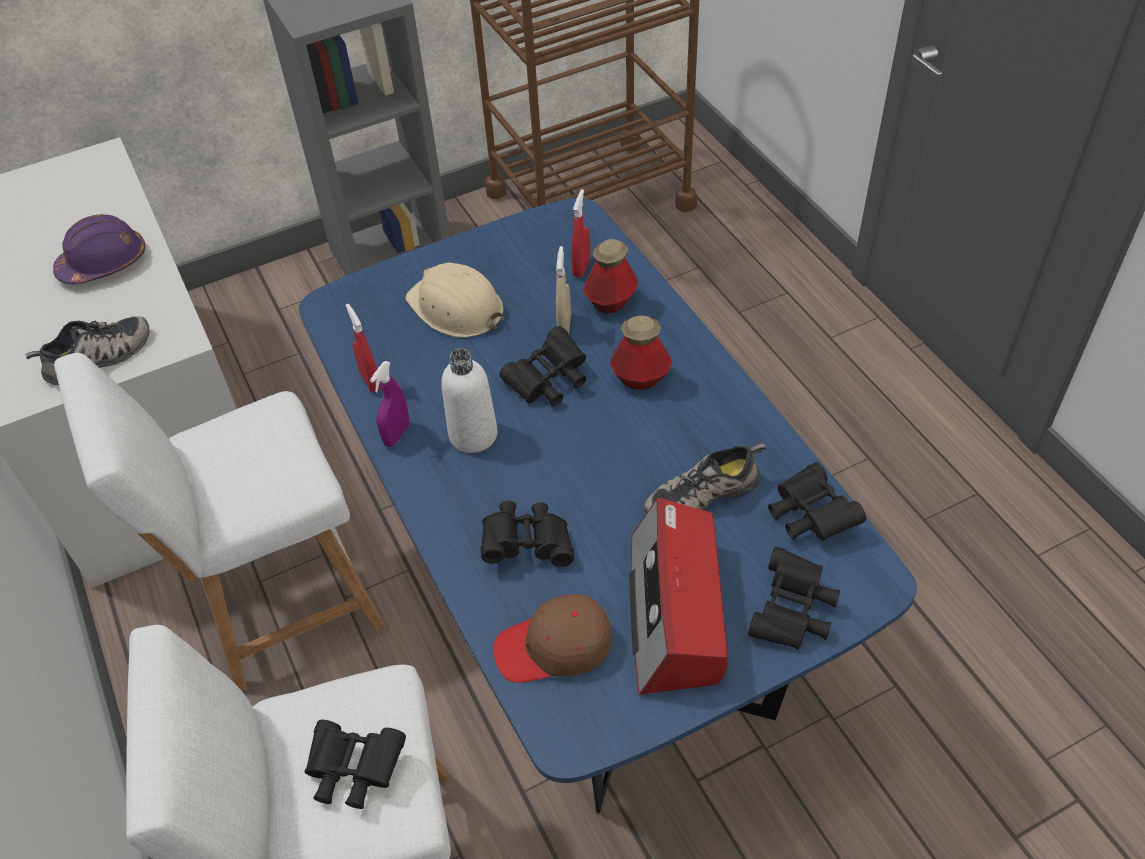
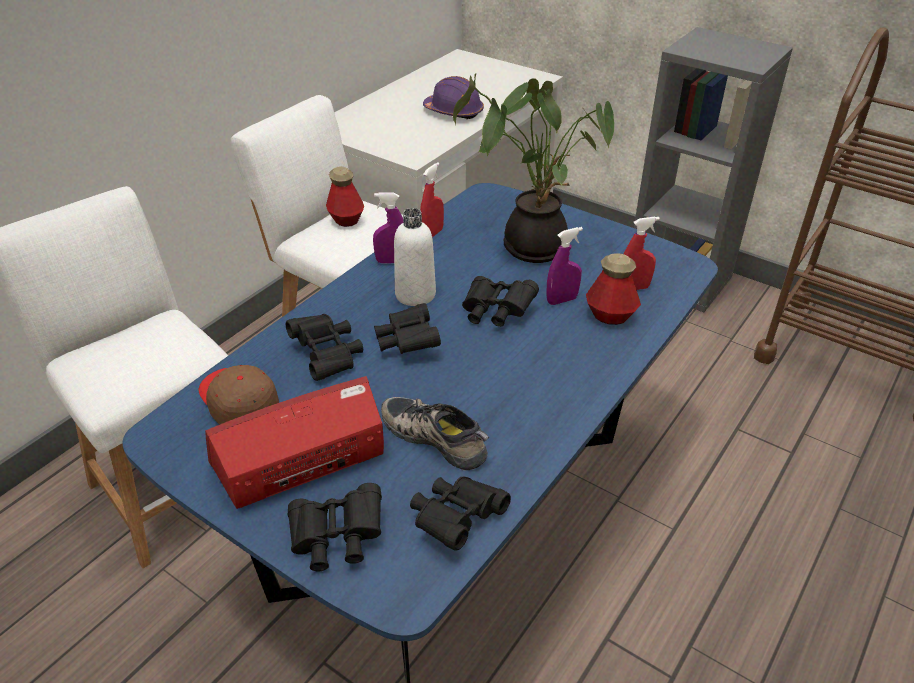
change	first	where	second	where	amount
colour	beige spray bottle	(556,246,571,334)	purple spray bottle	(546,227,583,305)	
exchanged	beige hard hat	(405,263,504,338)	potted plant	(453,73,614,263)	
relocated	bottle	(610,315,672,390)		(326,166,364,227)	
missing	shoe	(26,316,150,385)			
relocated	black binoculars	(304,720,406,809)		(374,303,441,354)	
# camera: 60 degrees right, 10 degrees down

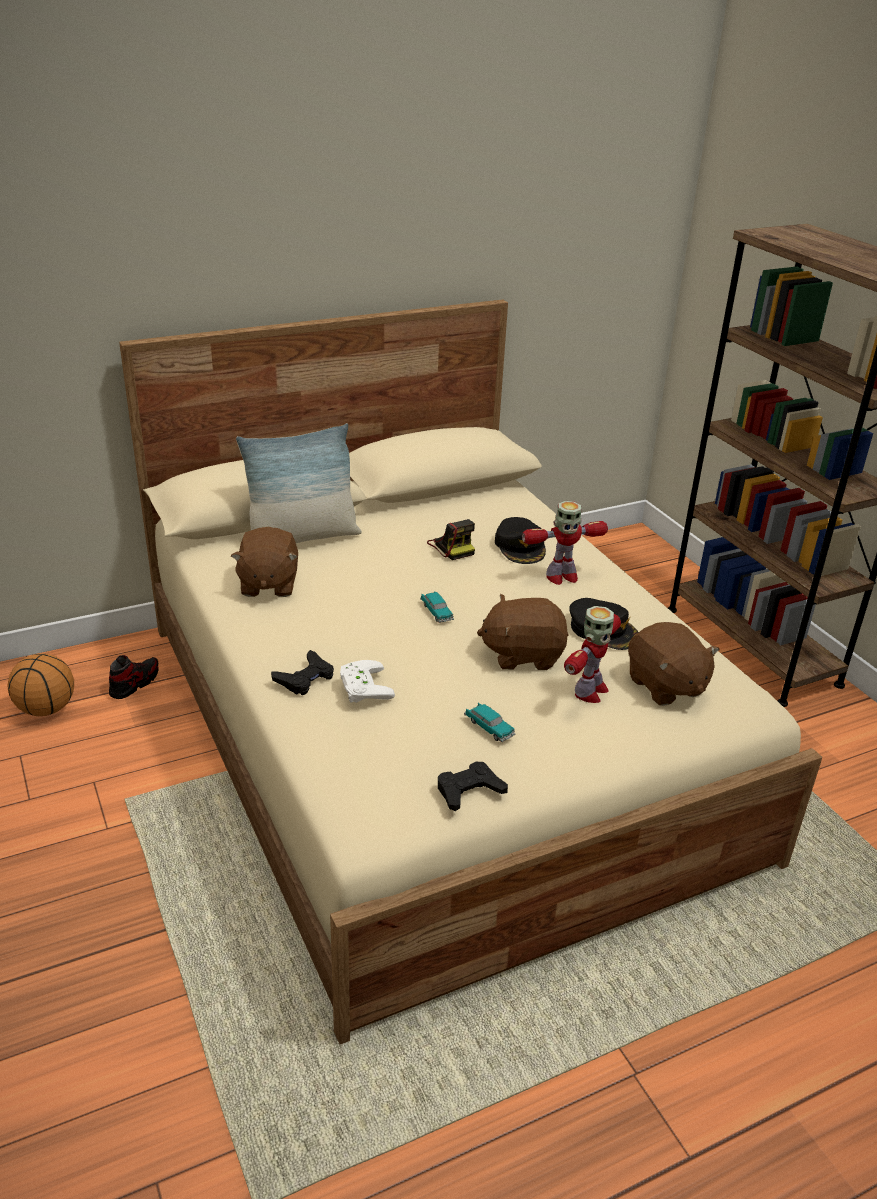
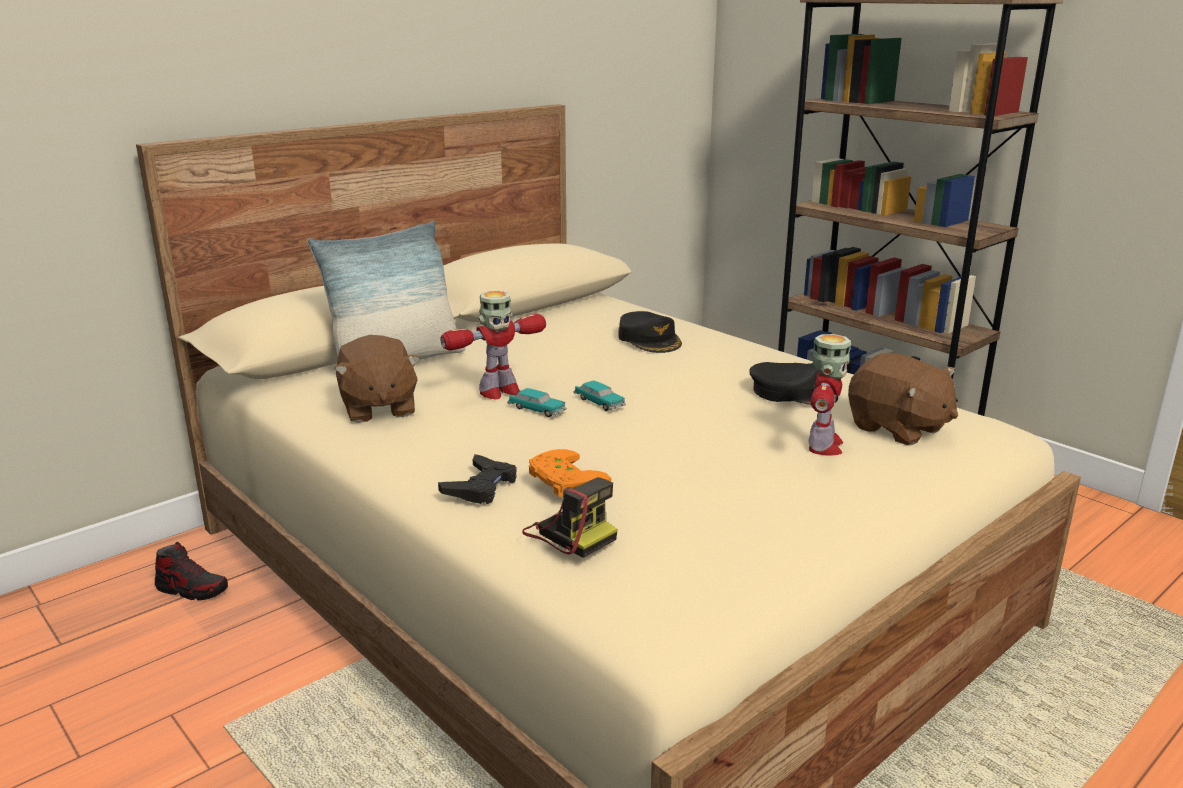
change	first	where	second	where	amount
relocated	toy robot	(522,501,608,585)		(441,291,546,399)	
relocated	photo camera	(427,519,475,560)		(522,477,618,558)	
missing	brown plush toy	(477,594,568,670)			
missing	basketball	(7,654,74,716)			
spun	shoe	(109,655,158,699)		(155,542,228,600)	90 degrees clockwise
colour	white game controller	(340,660,395,703)	orange game controller	(529,449,612,497)	
relocated	toy car	(464,703,516,742)		(507,388,567,417)	
missing	black game controller	(438,762,508,811)			
# camera: 15 degrees left, 10 degrees down

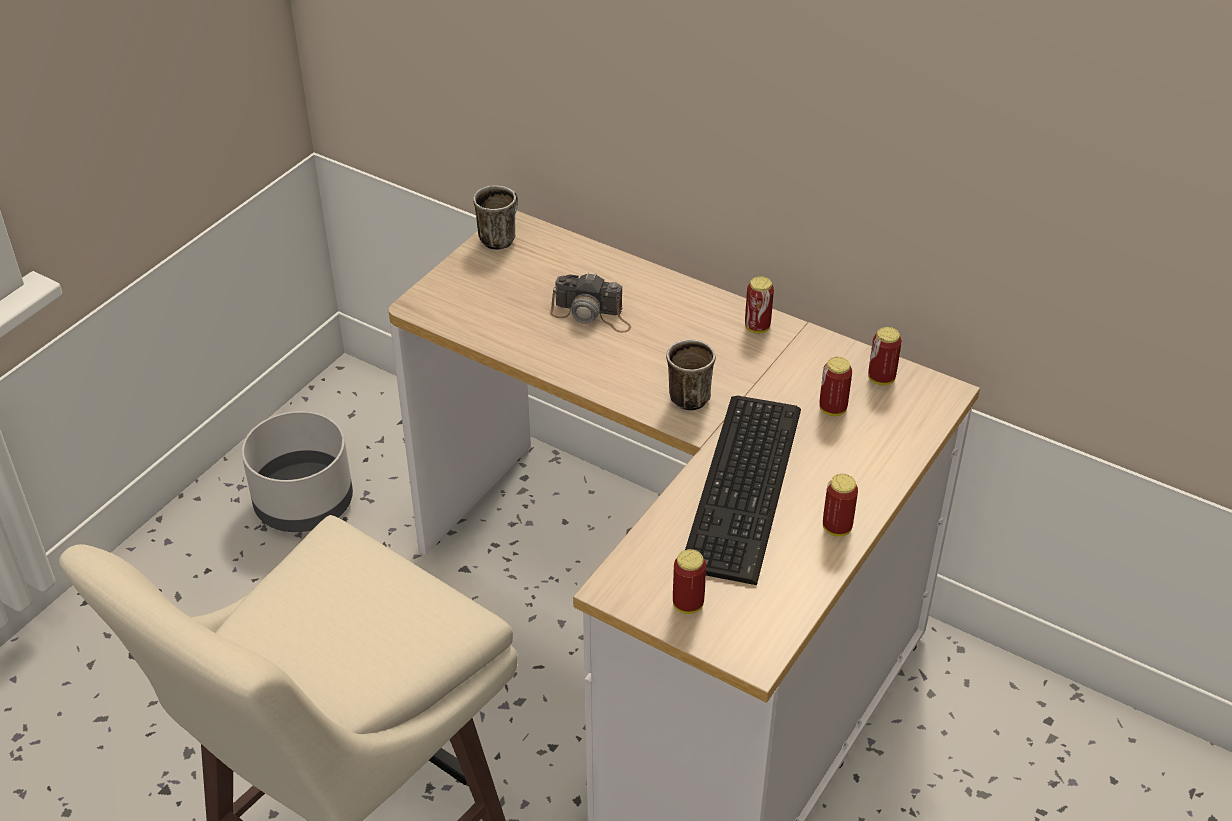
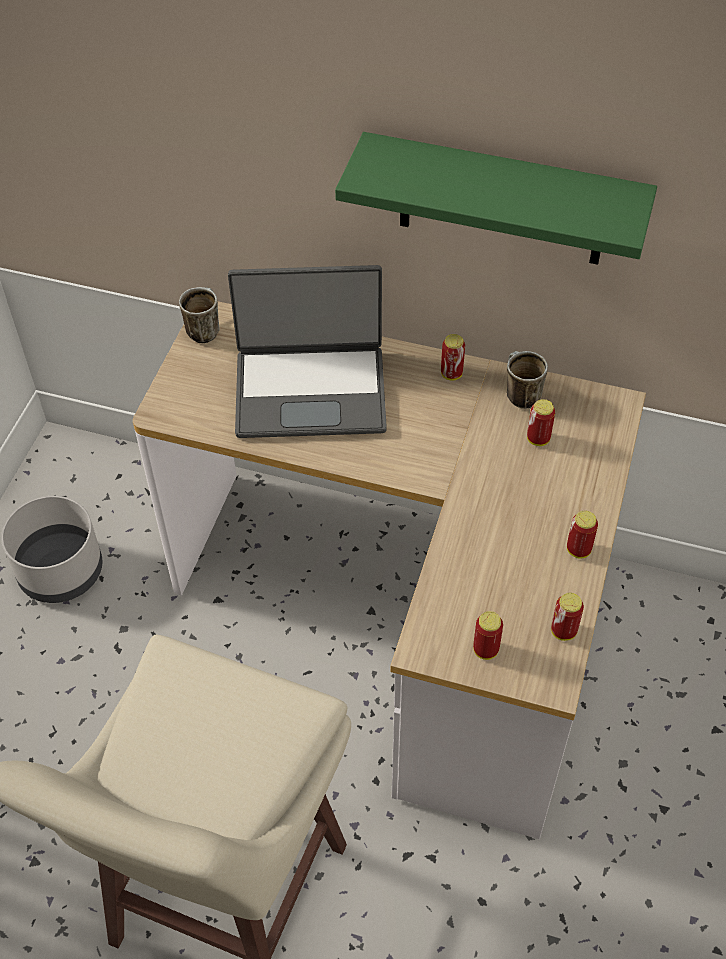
change	first	where	second	where	amount
exchanged	photo camera	(550,272,631,333)	laptop	(228,265,387,438)	
relocated	can	(868,327,902,385)		(551,593,584,641)	
relocated	mug	(666,339,716,411)		(507,351,548,409)	
missing	keyboard	(685,396,801,585)			
appeared			green shelf	(335,132,657,265)	
# camera: 15 degrees left, 10 degrees up

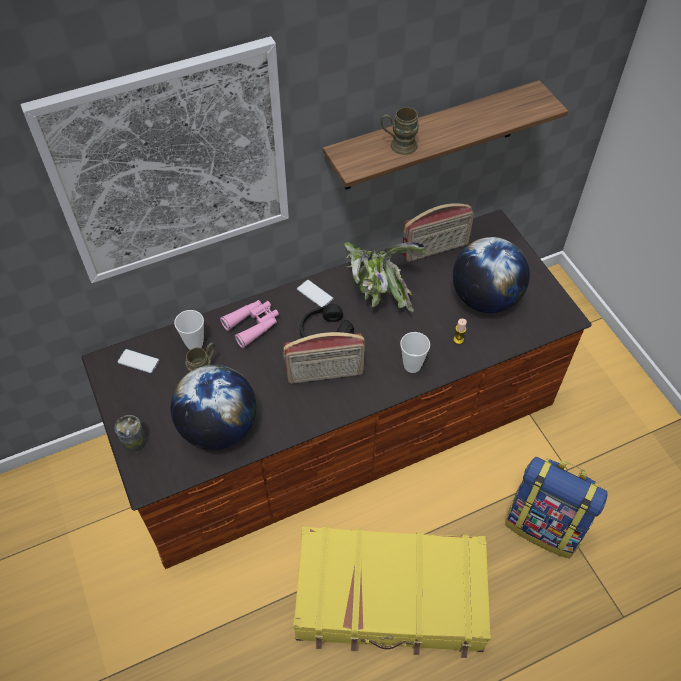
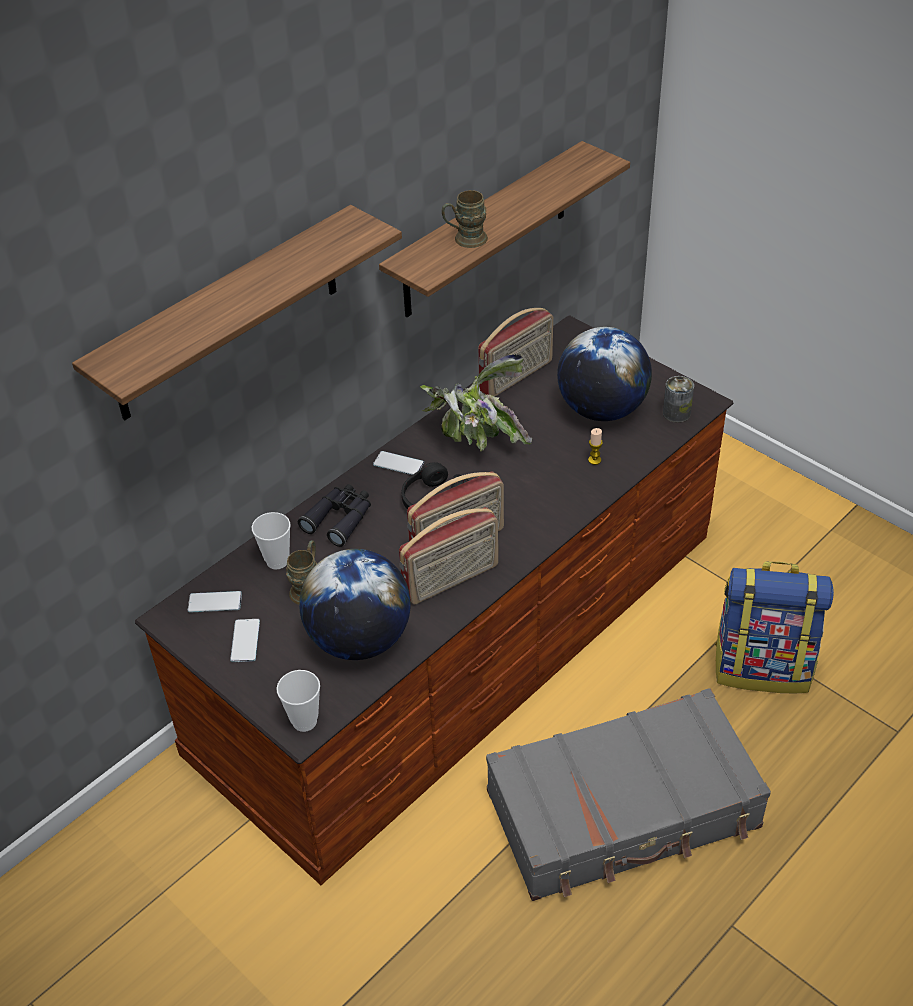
change	first	where	second	where	amount
exchanged	picture	(21,36,289,283)	shelf	(72,205,402,420)	
colour	pink binoculars	(220,300,279,348)	black binoculars	(298,484,371,547)	
relocated	cup	(400,332,430,373)		(276,670,320,732)	
relocated	can	(115,415,147,453)		(663,376,694,423)	
colour	yellow suitcase	(293,526,491,658)	grey suitcase	(486,688,771,901)	
appeared			radio	(399,507,498,604)	
appeared			phone	(230,619,260,662)	
# camera: 20 degrees left, 10 degrees down

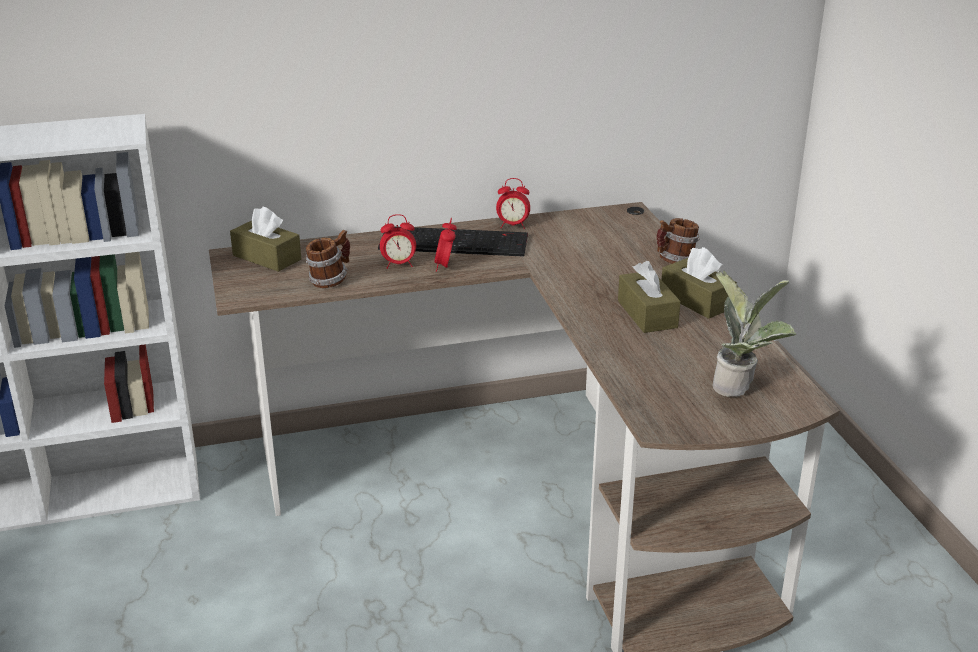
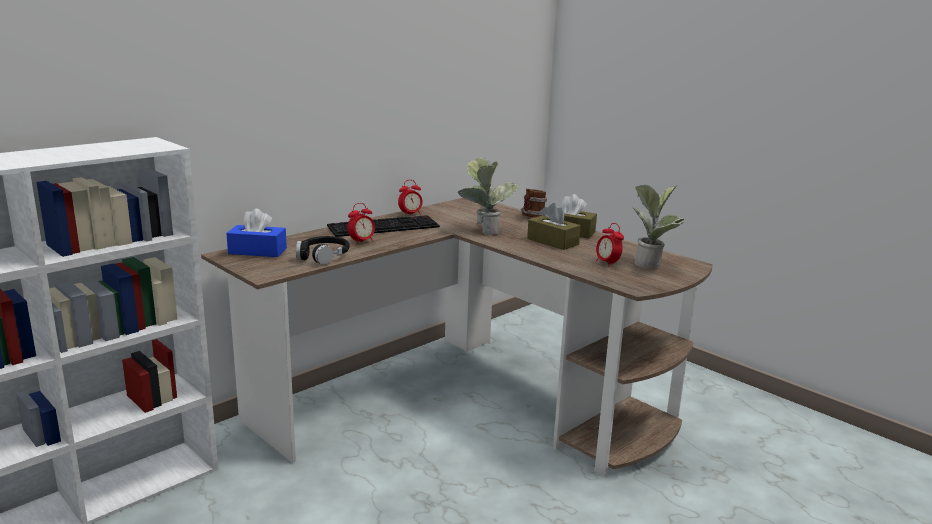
change	first	where	second	where	amount
colour	brown tissue box	(230,207,301,272)	blue tissue box	(226,209,287,257)	
relocated	alarm clock	(434,218,457,272)		(596,223,624,267)	
exchanged	mug	(306,230,350,288)	black headphones	(296,236,350,265)	
appeared			potted plant	(458,157,518,235)	
# camera: 30 degrees left, 10 degrees down

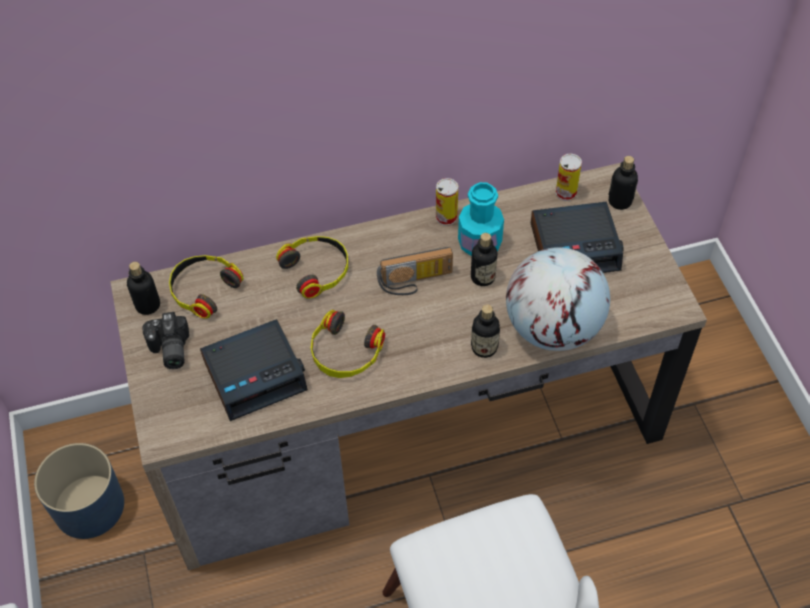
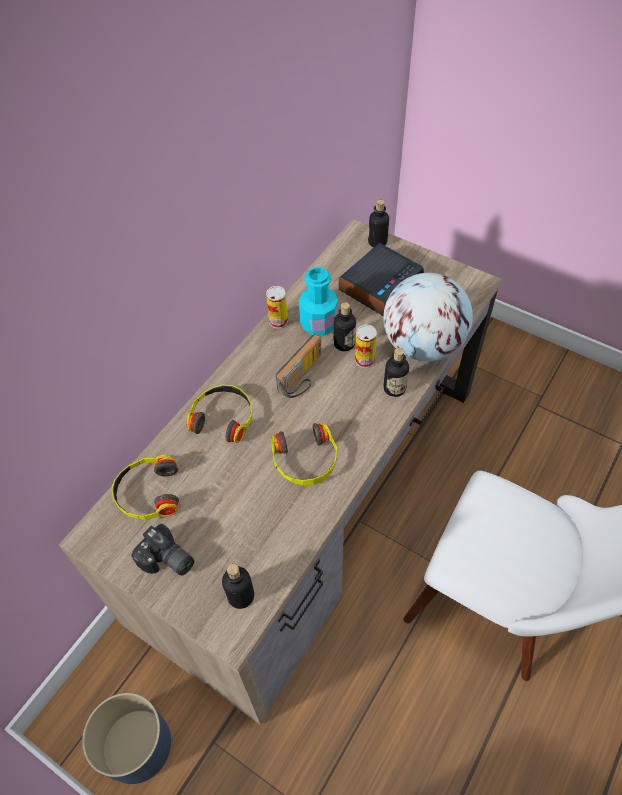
change	first	where	second	where	amount
relocated	can	(556,154,582,201)		(355,324,377,368)	
relocated	bottle	(127,262,160,315)		(222,564,254,609)	
missing	alarm clock	(200,319,308,421)			
# camera: 40 degrees left, 0 degrees up

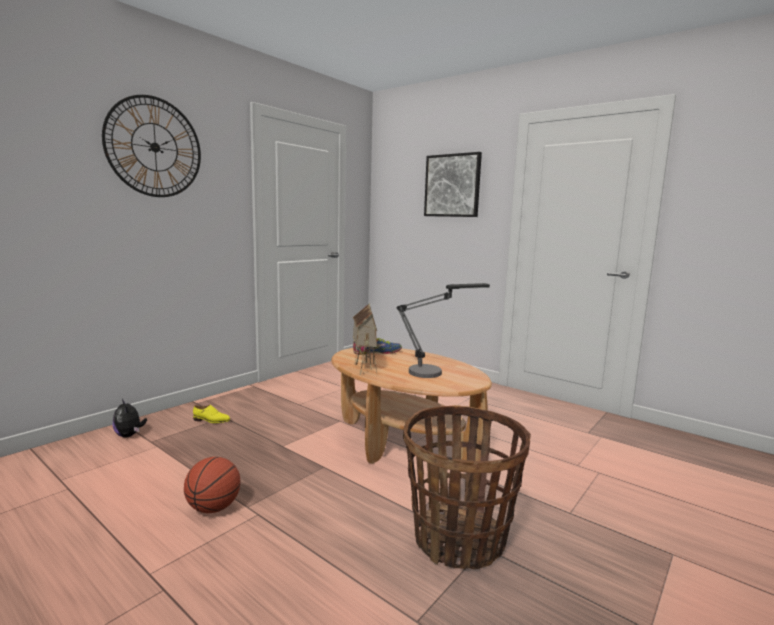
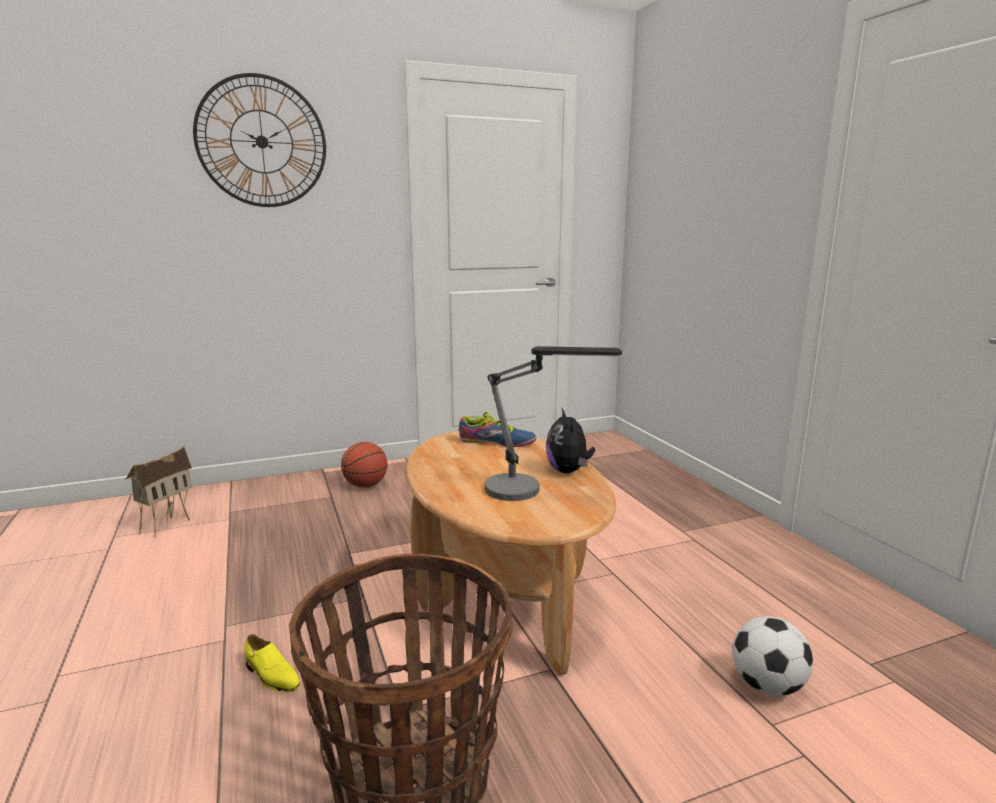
change	first	where	second	where	amount
missing	picture	(424,152,482,217)			
relocated	toy house	(353,303,377,375)		(126,446,192,538)	
relocated	plush toy	(113,399,147,438)		(546,409,595,473)	
relocated	yellow shoe	(193,405,230,423)		(244,634,300,692)	
relocated	basketball	(184,457,241,513)		(341,442,388,488)	
appeared			football	(732,616,813,696)	
# camera: 30 degrees right, 5 degrees up

